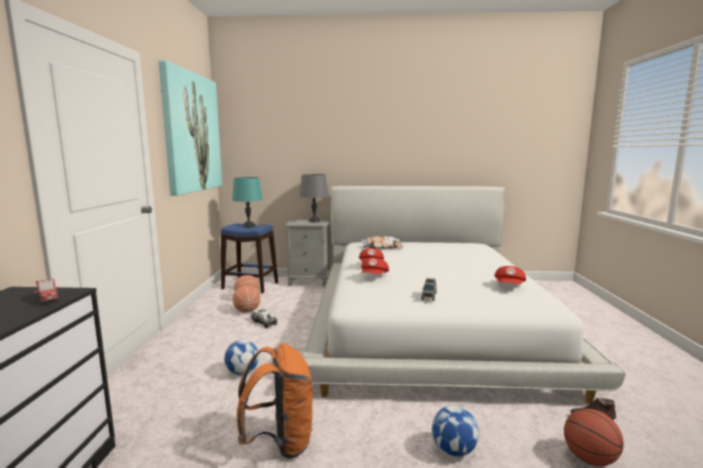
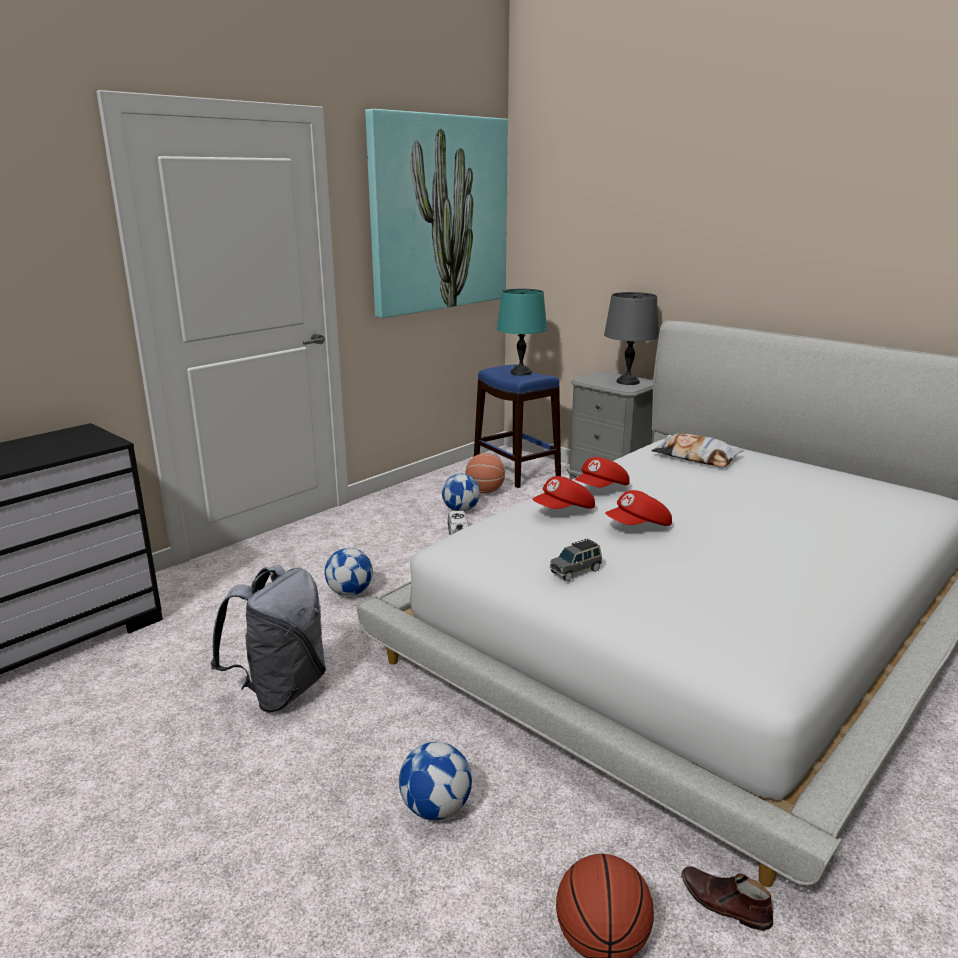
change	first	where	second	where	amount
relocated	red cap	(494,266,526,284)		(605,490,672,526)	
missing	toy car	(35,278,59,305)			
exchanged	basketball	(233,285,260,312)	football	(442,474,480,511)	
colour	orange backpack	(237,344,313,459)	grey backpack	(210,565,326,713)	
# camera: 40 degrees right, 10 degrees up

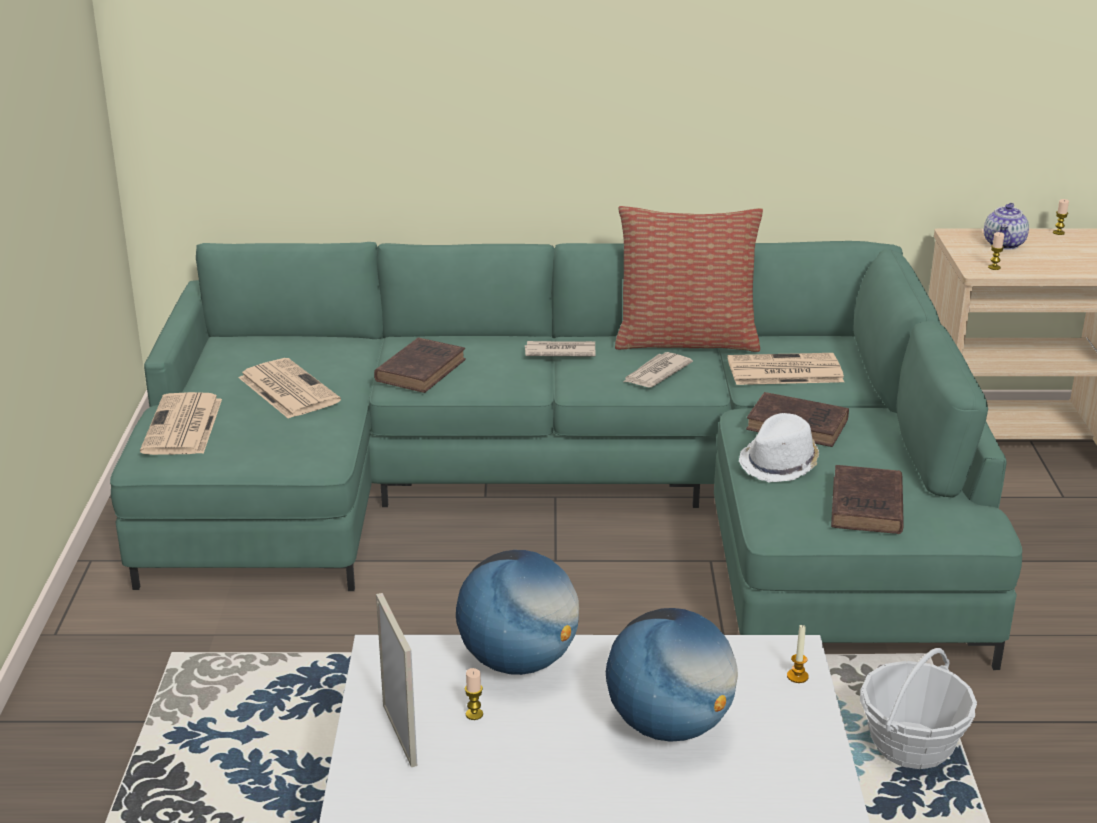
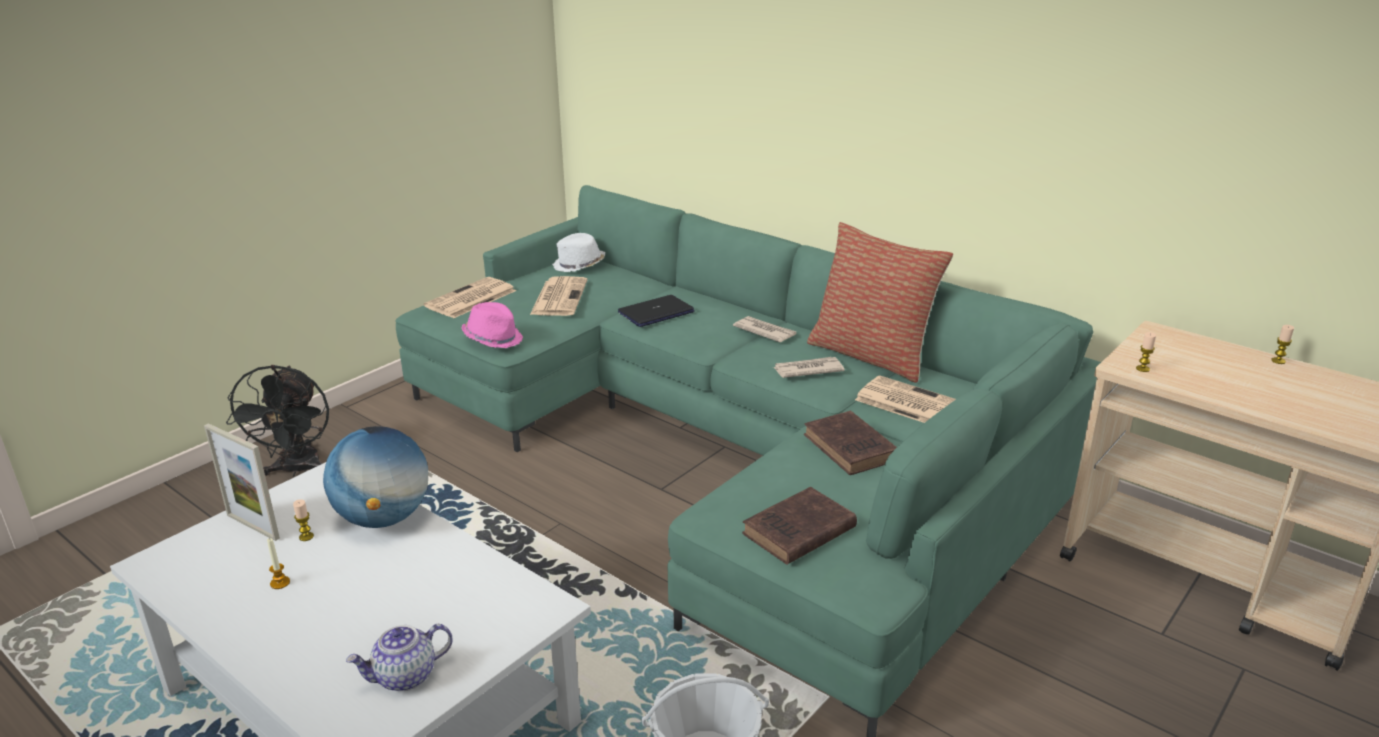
change	first	where	second	where	amount
relocated	teapot	(984,203,1029,250)		(346,624,453,691)	
exchanged	brown book	(374,337,466,393)	laptop	(618,295,695,327)	
relocated	white hat	(739,413,819,482)		(552,233,605,272)	
spun	picture frame	(376,593,417,767)		(204,423,280,541)	105 degrees clockwise
missing	globe	(606,608,738,742)			
relocated	candle	(787,624,809,683)		(267,538,290,589)	
appeared			pink hat	(461,302,523,348)	
appeared			black fan	(226,365,329,477)	
# camera: 40 degrees right, 0 degrees up

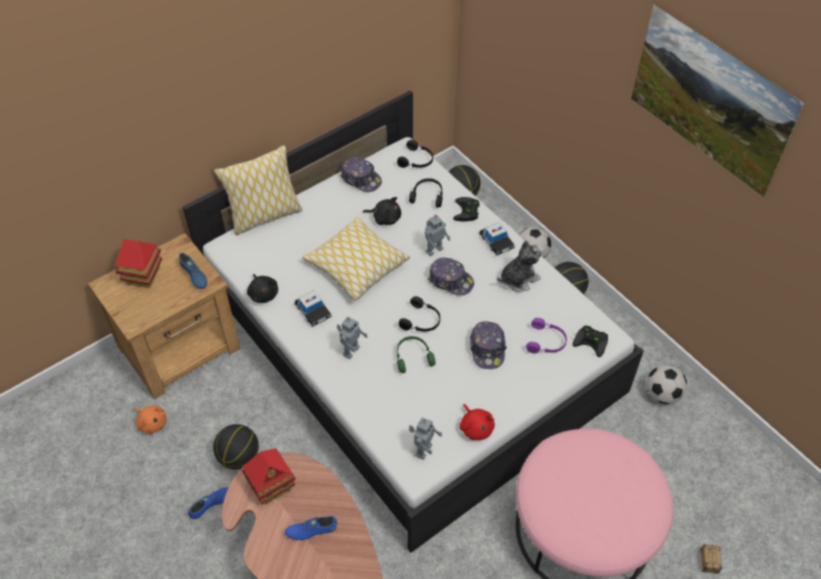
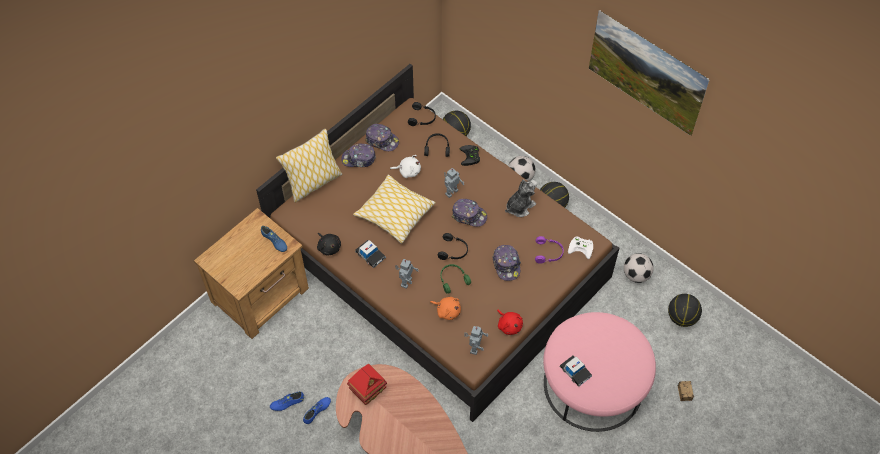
change	first	where	second	where	amount
colour	white bed	(183,90,644,553)	brown bed	(256,64,619,422)	
colour	black plush toy	(363,197,401,225)	white plush toy	(390,155,421,178)	
relocated	toy car	(479,222,515,256)		(559,355,592,387)	
missing	toy house	(115,239,162,288)			
colour	black game controller	(573,326,608,357)	white game controller	(568,237,593,259)	
relocated	orange plush toy	(135,406,166,434)		(430,297,461,320)	
relocated	basketball	(213,424,259,470)		(668,294,702,327)	
relocated	blue shoe	(285,516,337,540)		(270,391,304,411)	
appeared			cap	(341,143,376,167)	
# camera: 10 degrees left, 5 degrees up

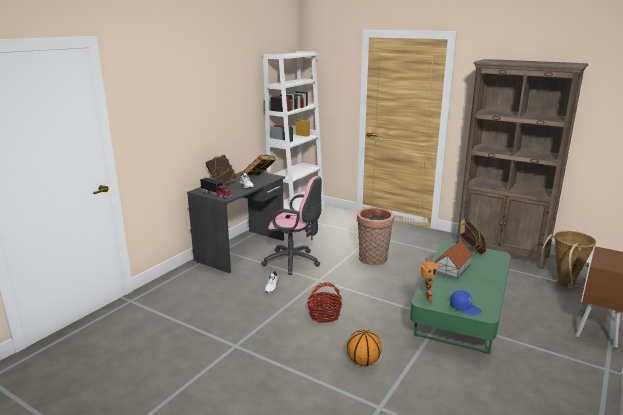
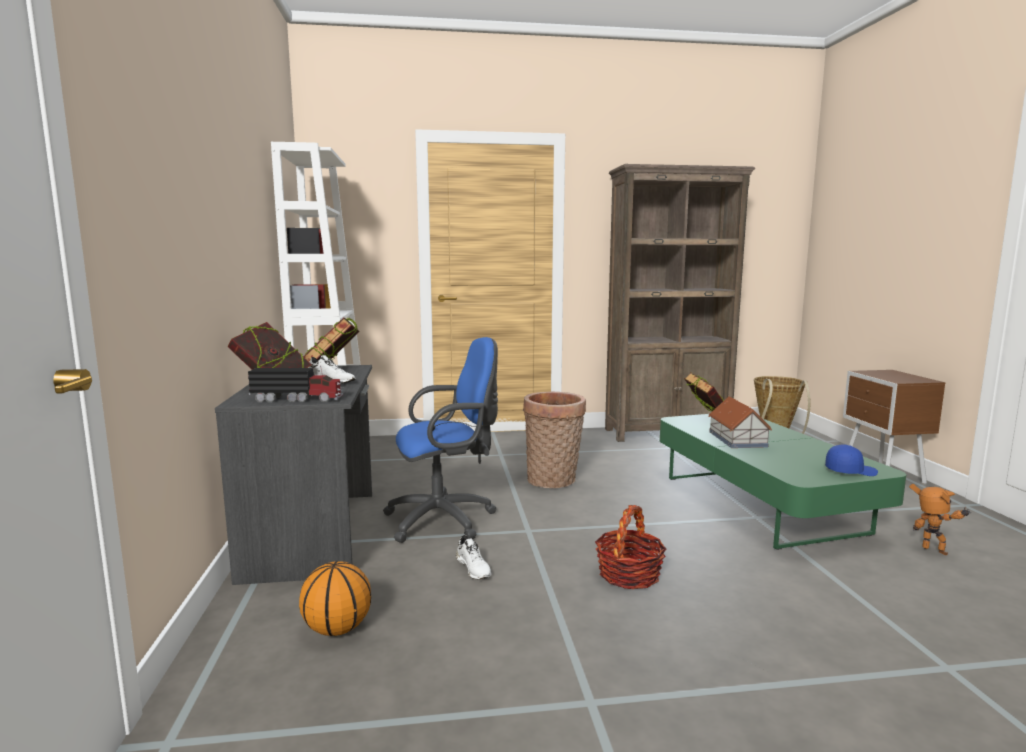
change	first	where	second	where	amount
colour	pink office chair	(261,176,322,275)	blue office chair	(383,337,498,543)	
relocated	toy robot	(421,258,440,303)		(909,484,971,555)	
relocated	basketball	(347,329,382,366)		(299,561,371,636)	
# camera: 40 degrees left, 10 degrees down

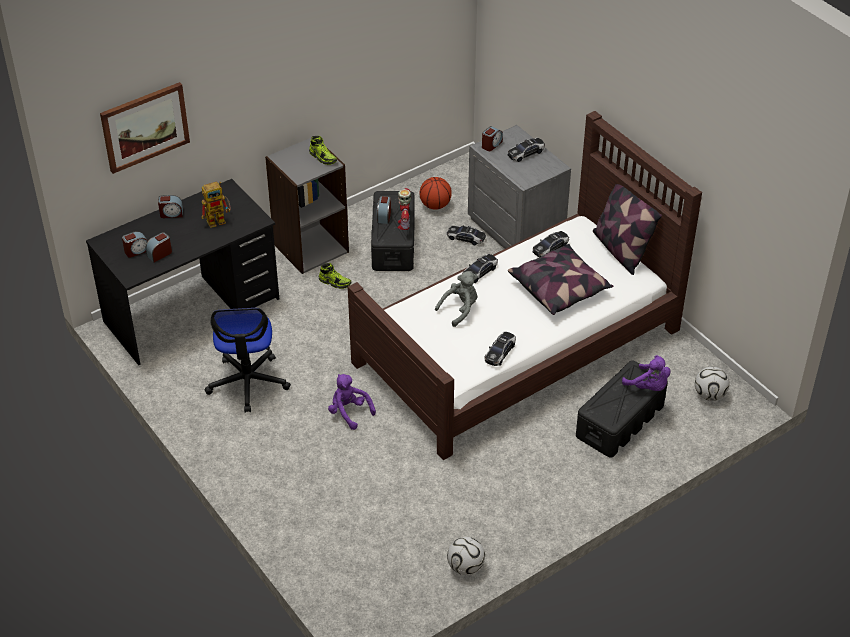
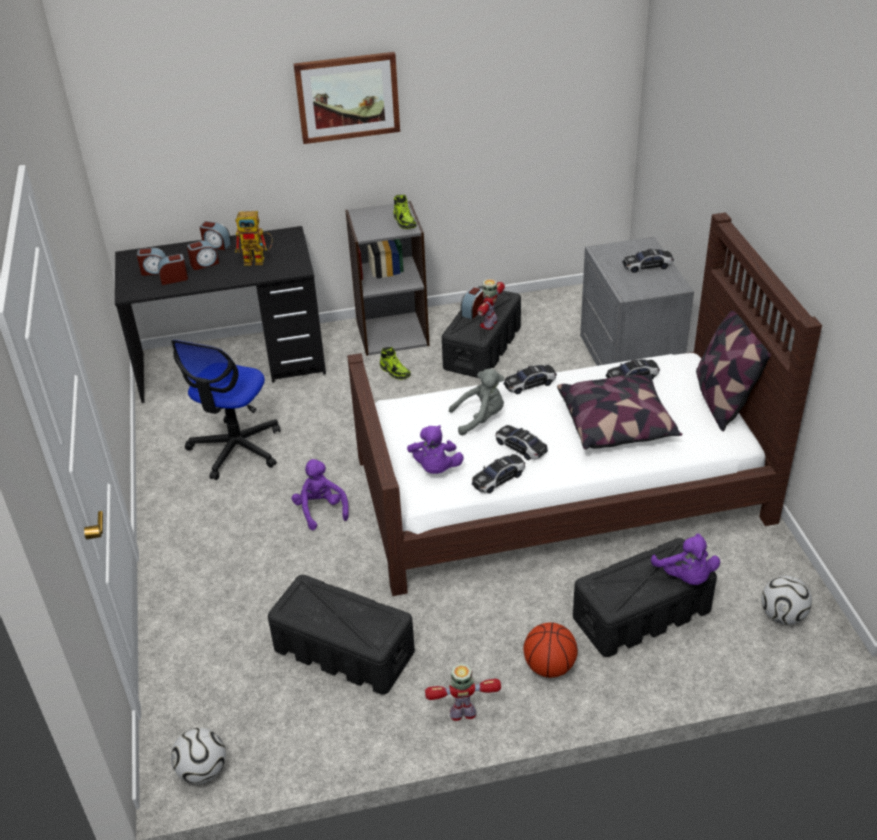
change	first	where	second	where	amount
relocated	picture	(100,82,190,174)		(294,52,400,144)	
relocated	alarm clock	(482,126,503,151)		(187,241,219,270)	
relocated	basketball	(419,177,452,210)		(523,622,578,678)	
relocated	toy car	(447,226,486,245)		(496,425,548,460)	
relocated	football	(447,537,485,575)		(171,728,226,784)	
appeared			purple plush toy	(407,425,464,474)	
appeared			black storage box	(268,575,415,694)	
appeared			toy robot	(425,664,501,721)	
# camera: 25 degrees right, 5 degrees down

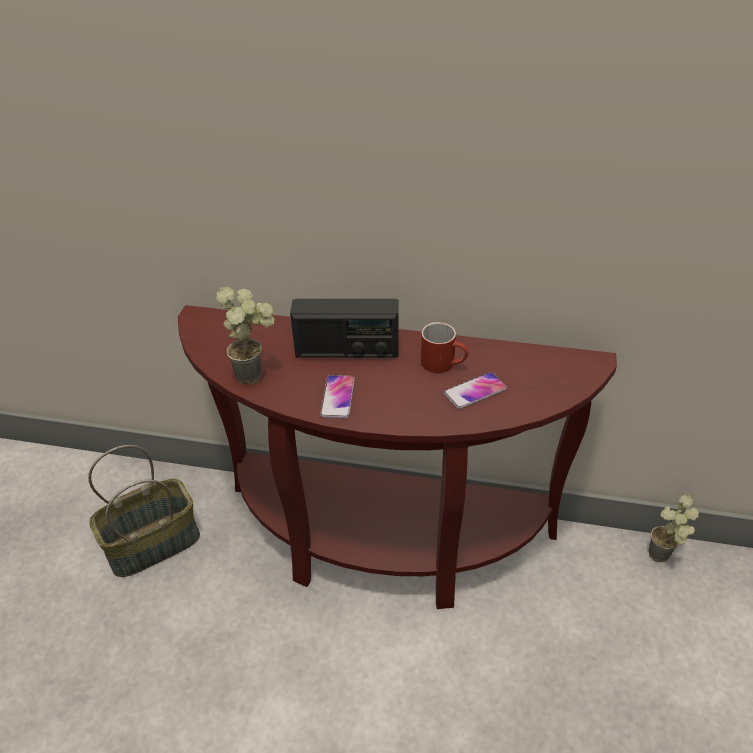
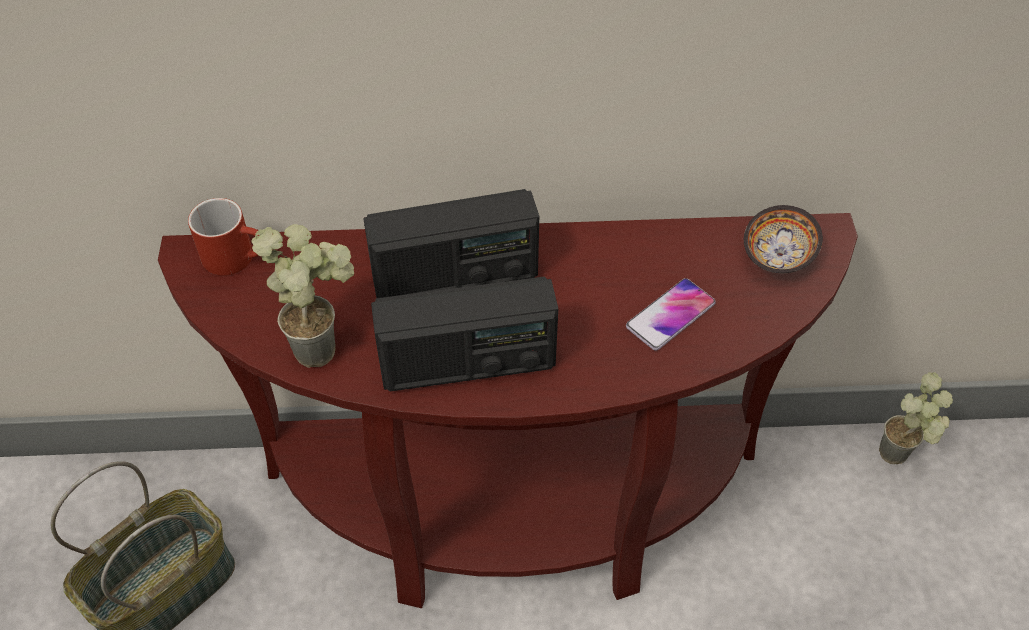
change	first	where	second	where	amount
relocated	red mug	(421,322,468,373)		(188,198,259,276)	
exchanged	phone	(320,375,355,418)	radio	(371,276,558,392)	
appeared			bowl	(744,205,823,273)	
# camera: 15 degrees left, 10 degrees up

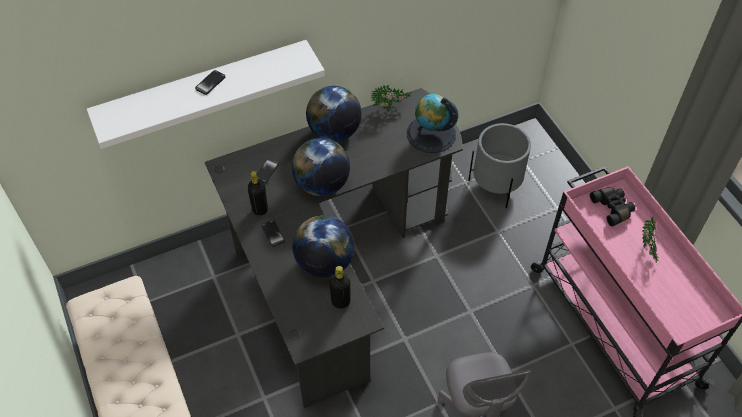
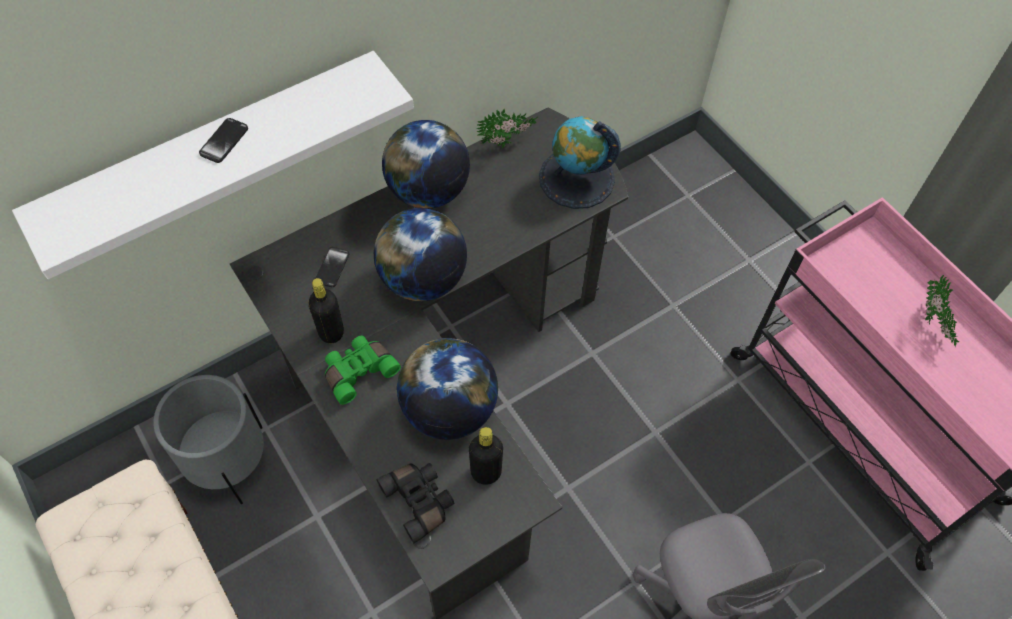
change	first	where	second	where	amount
relocated	grey planter	(468,123,531,208)		(154,375,264,504)	
relocated	black binoculars	(590,187,635,227)		(376,463,454,543)	
exchanged	phone	(261,220,285,247)	green binoculars	(325,335,401,405)	
# camera: 10 degrees left, 5 degrees up

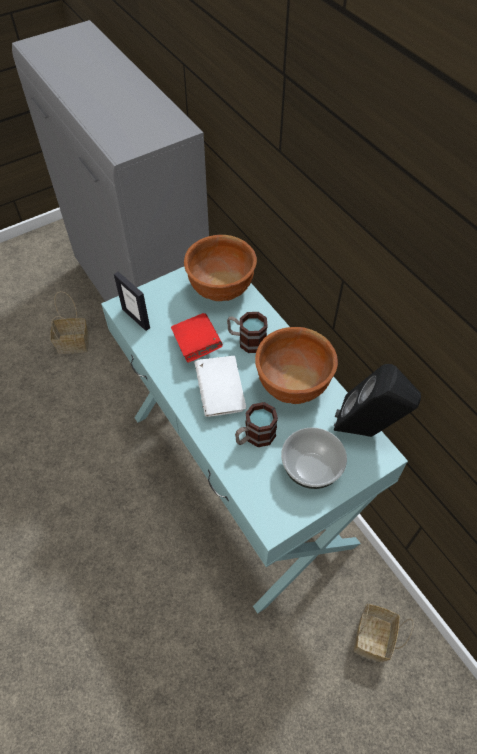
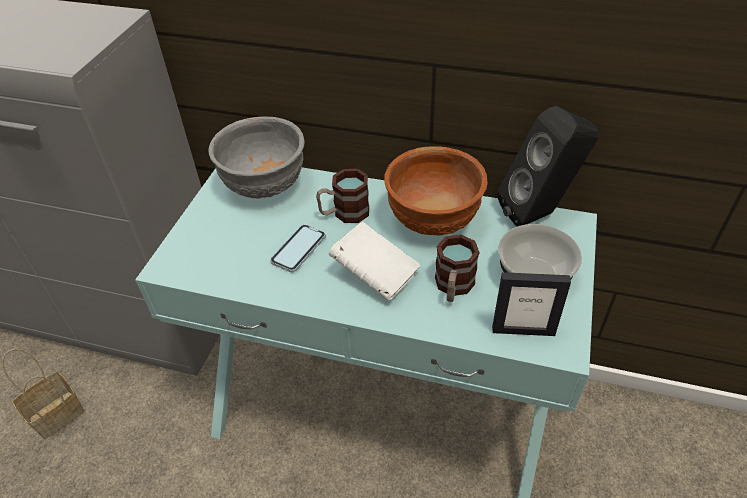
change	first	where	second	where	amount
colour	brown bowl	(184,235,257,301)	grey bowl	(208,116,304,199)	
relocated	picture frame	(114,272,150,331)		(492,272,571,336)	
exchanged	red book	(171,313,223,363)	phone	(270,225,326,272)	
missing	basket	(353,603,414,663)			
# camera: 40 degrees left, 10 degrees down

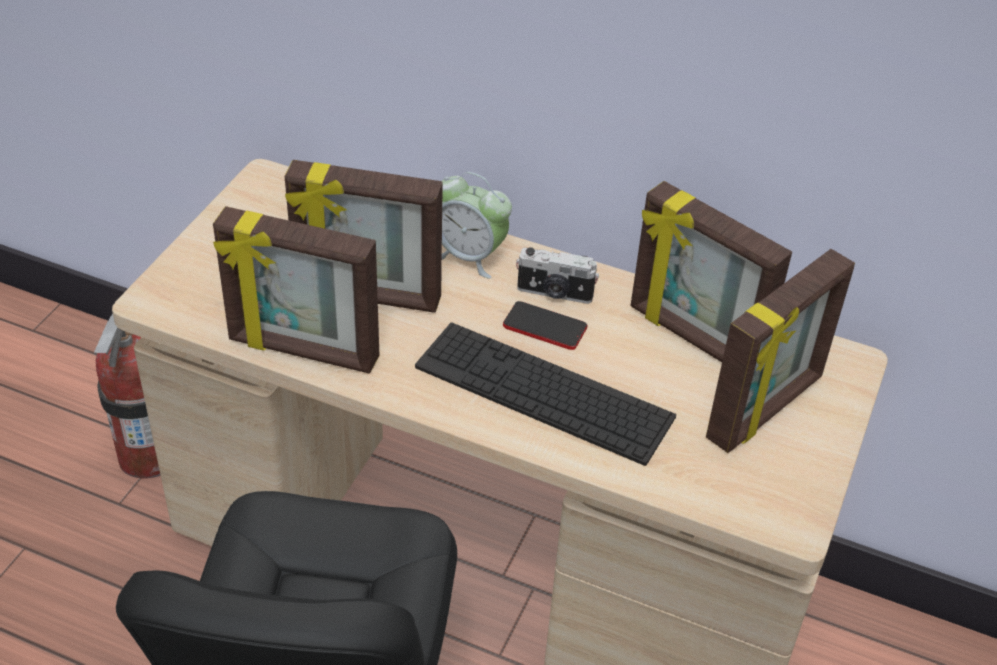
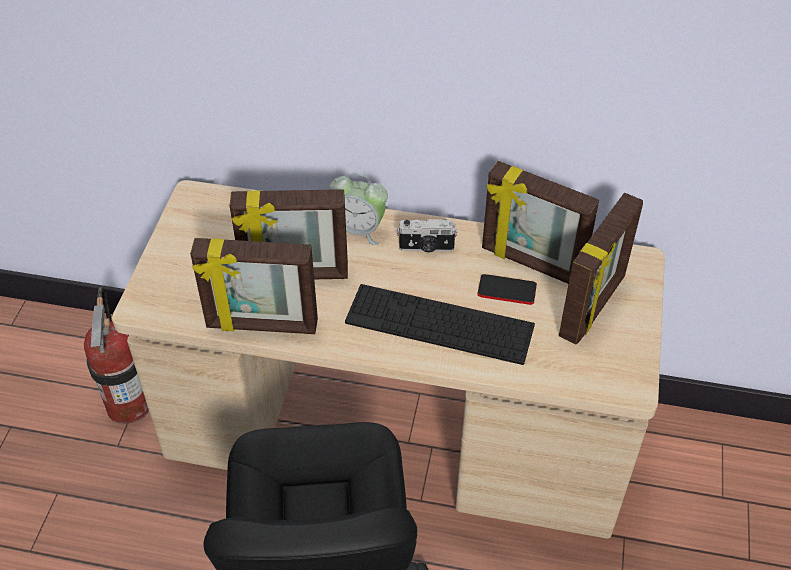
change	first	where	second	where	amount
relocated	phone	(503,301,587,350)		(477,274,537,305)	
# camera: 10 degrees left, 5 degrees up

